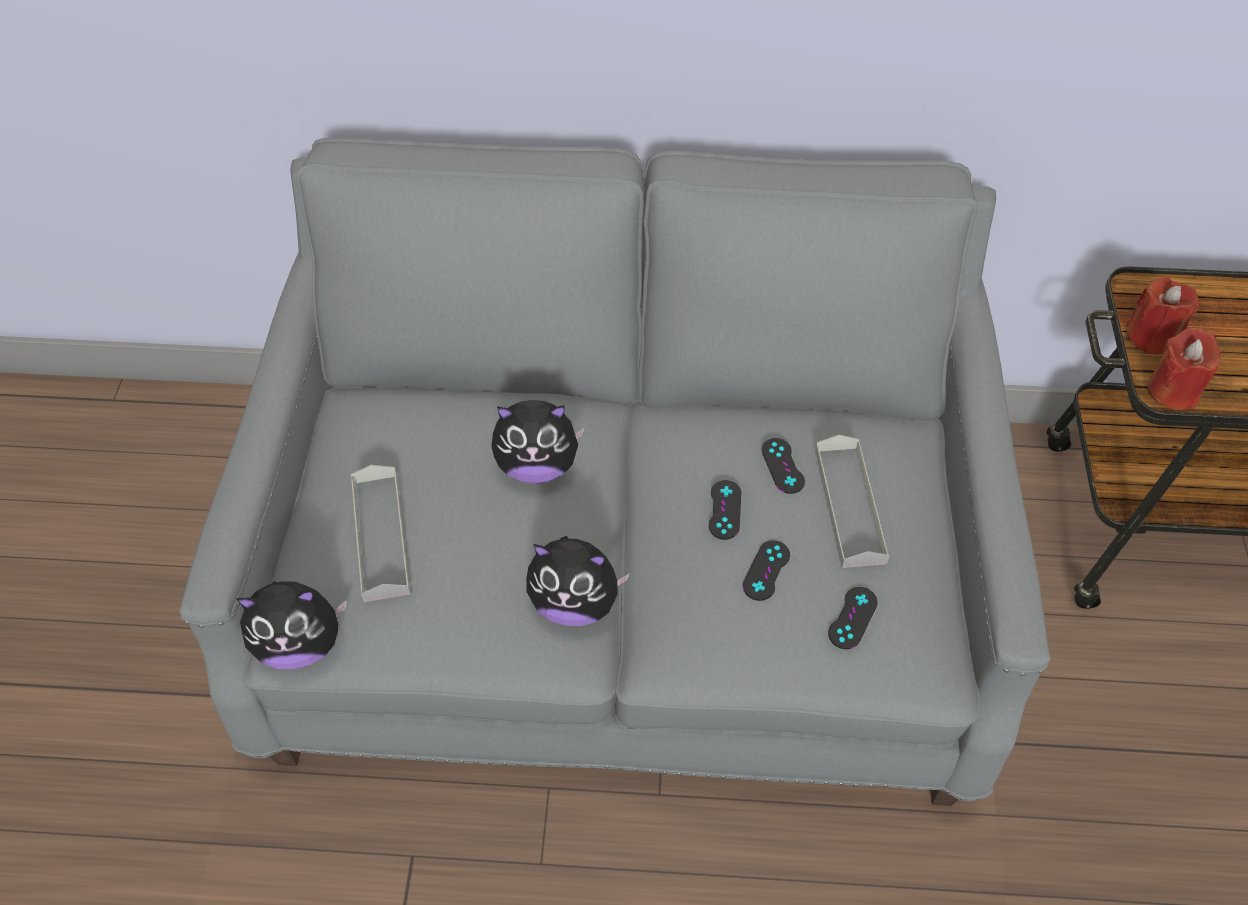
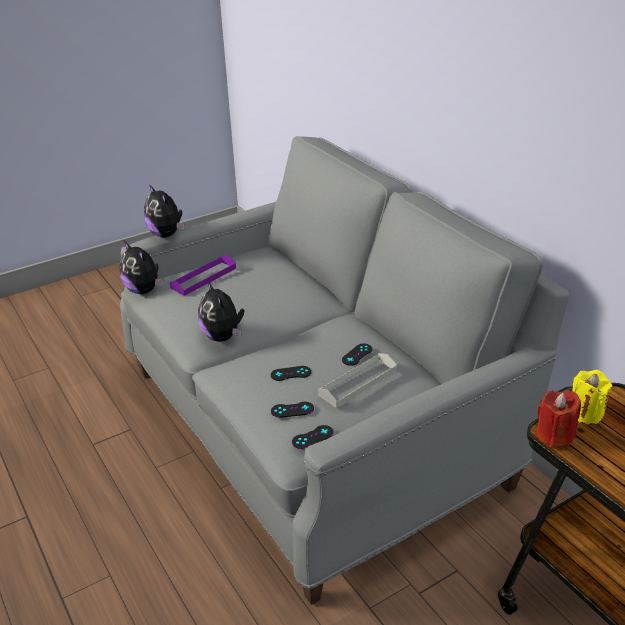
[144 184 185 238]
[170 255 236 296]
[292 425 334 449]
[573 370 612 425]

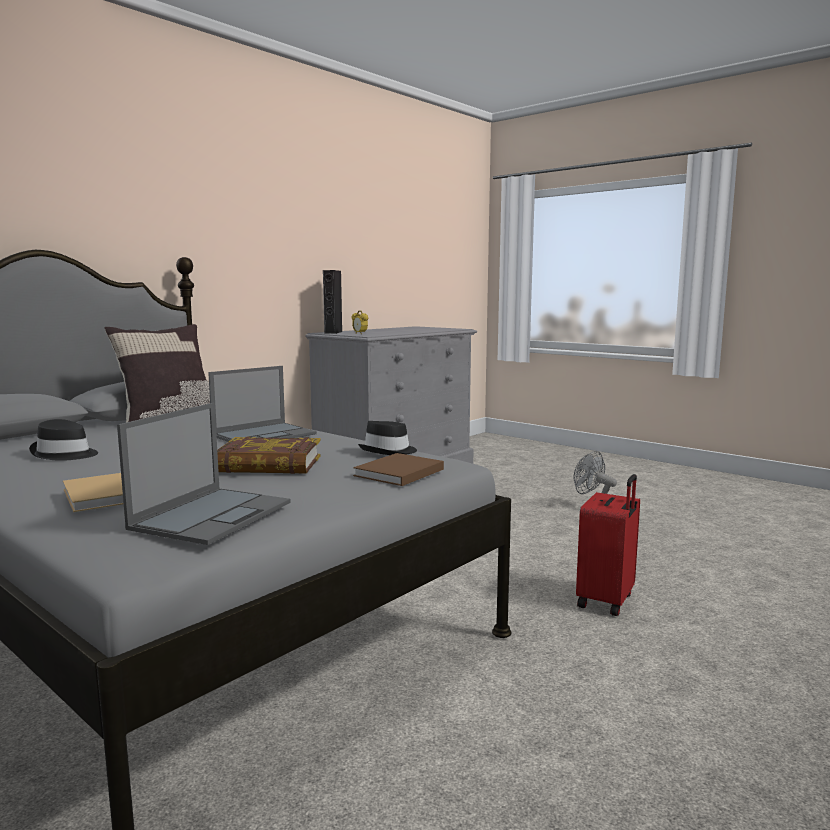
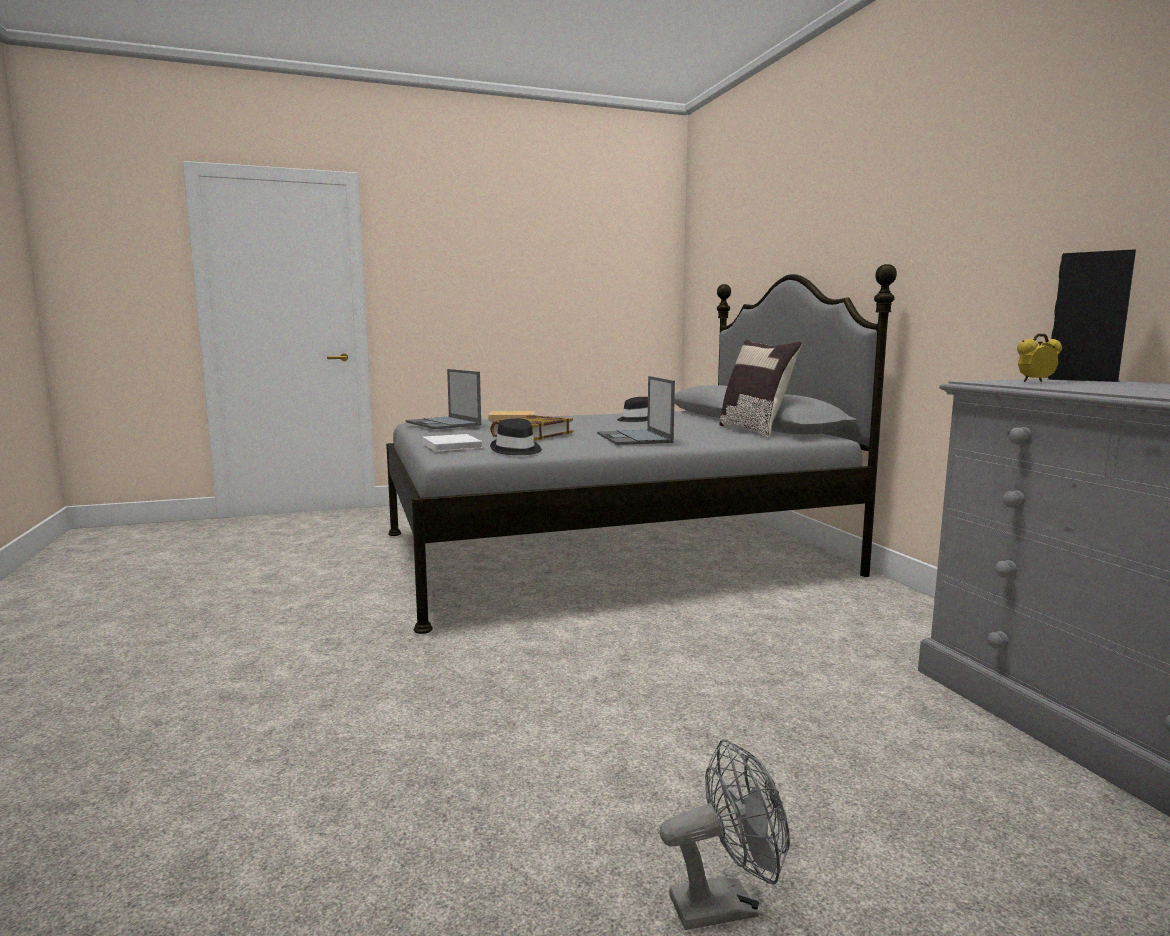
[422 434 483 452]
[576 474 640 616] (first image)

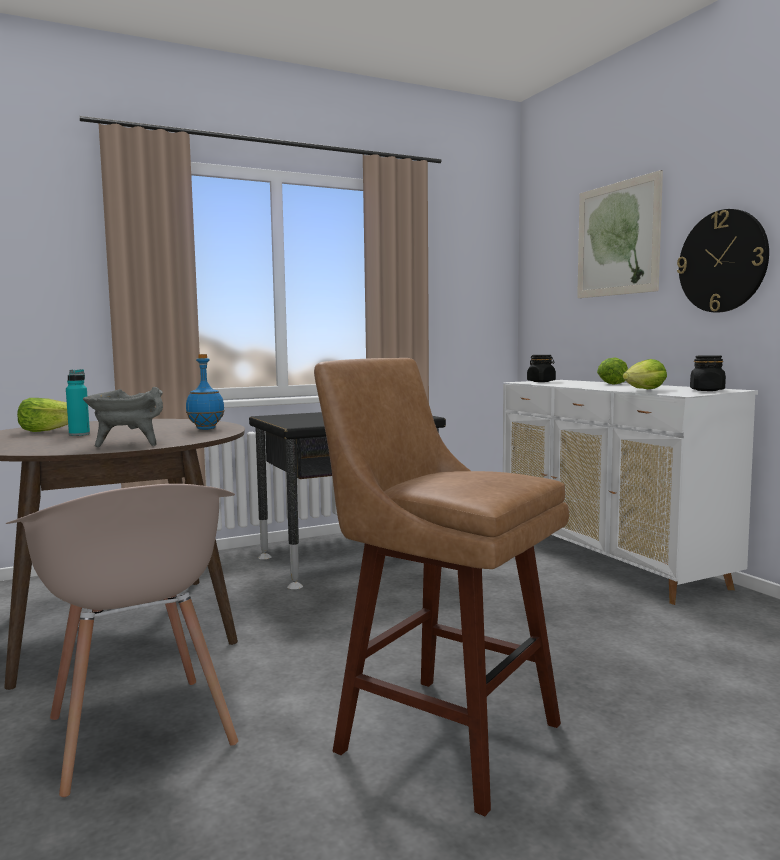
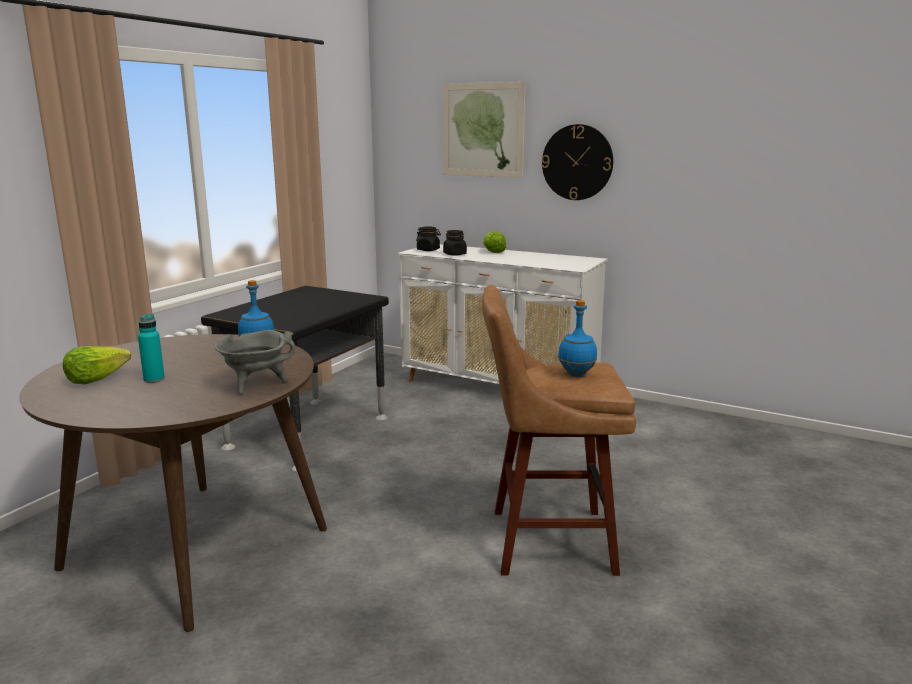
[443 230 467 256]
[558 300 597 377]
[6 484 238 797] (first image)
[623 359 667 389] (first image)

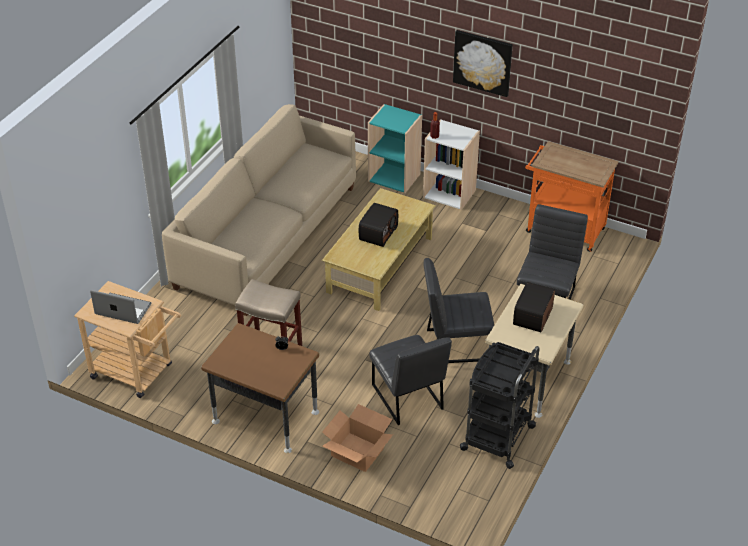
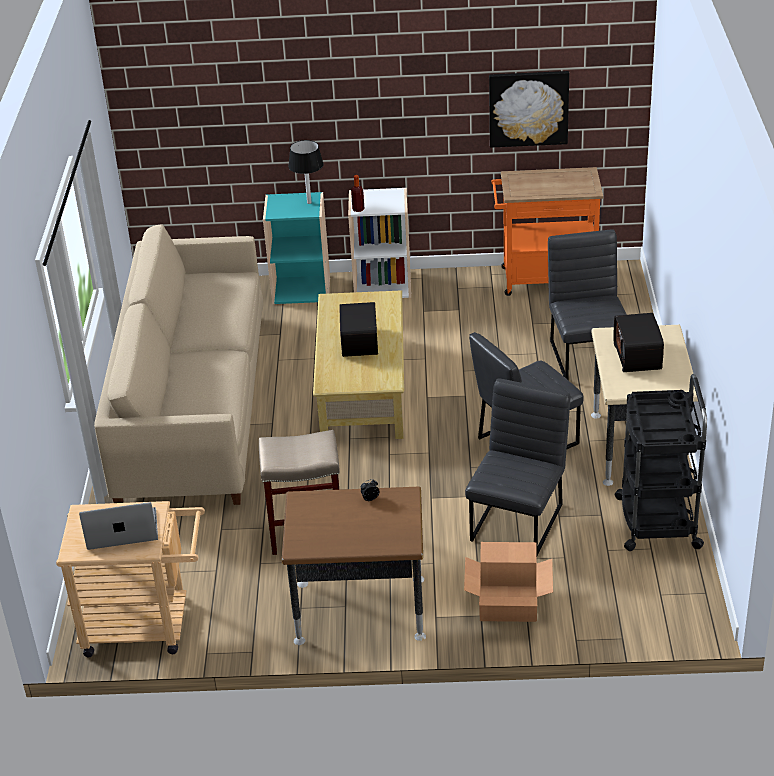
[288 140 324 204]
[465 378 570 555]
[489 71 569 148]

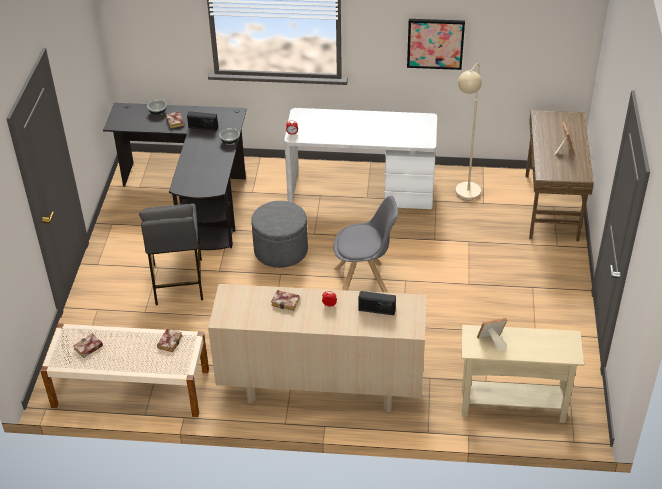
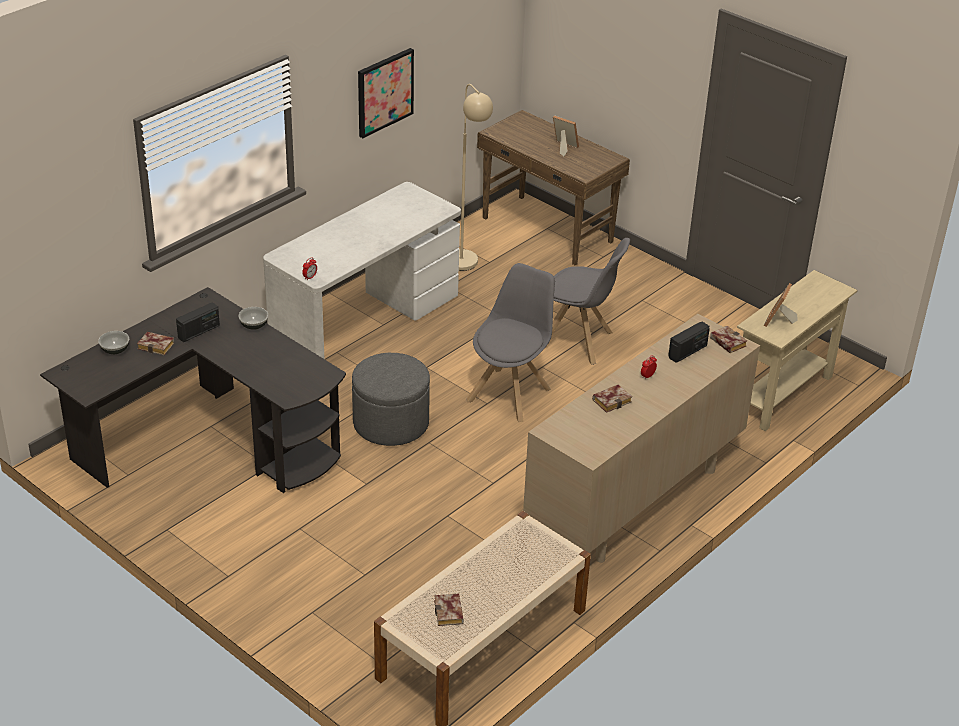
[552 238 630 365]
[710 326 747 353]
[139 203 203 305] (first image)

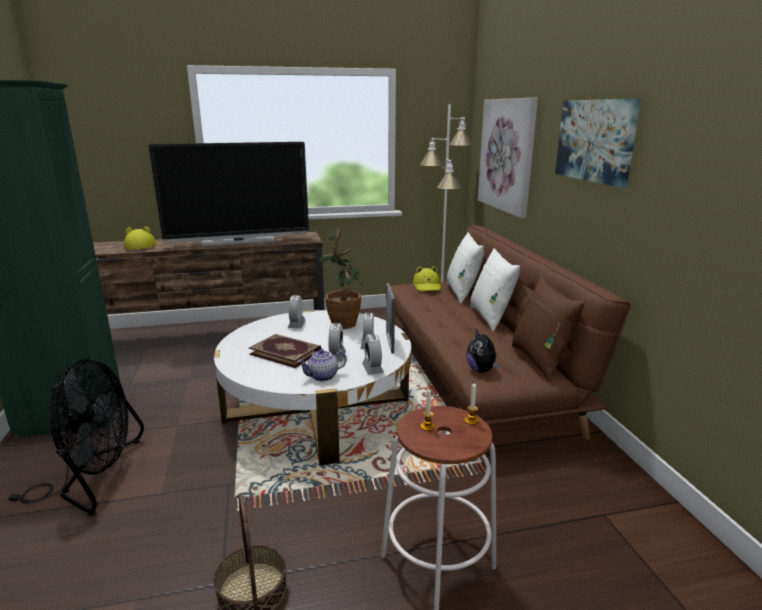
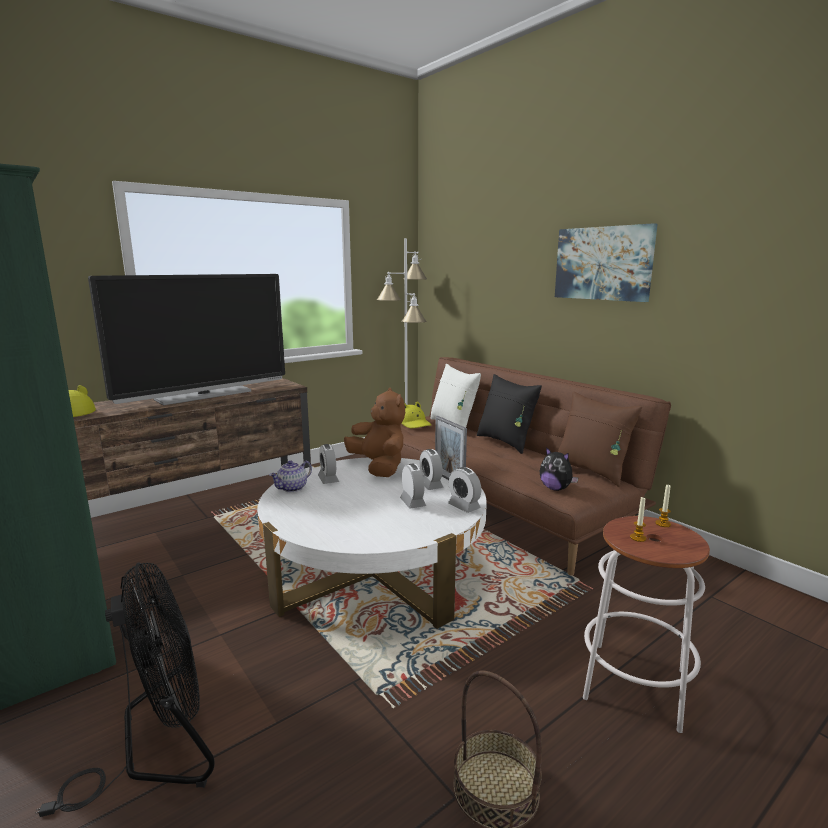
[269 460 312 492]
[344 388 405 477]
[477 374 542 454]
[249 334 322 368] (first image)
[478 98 538 218] (first image)

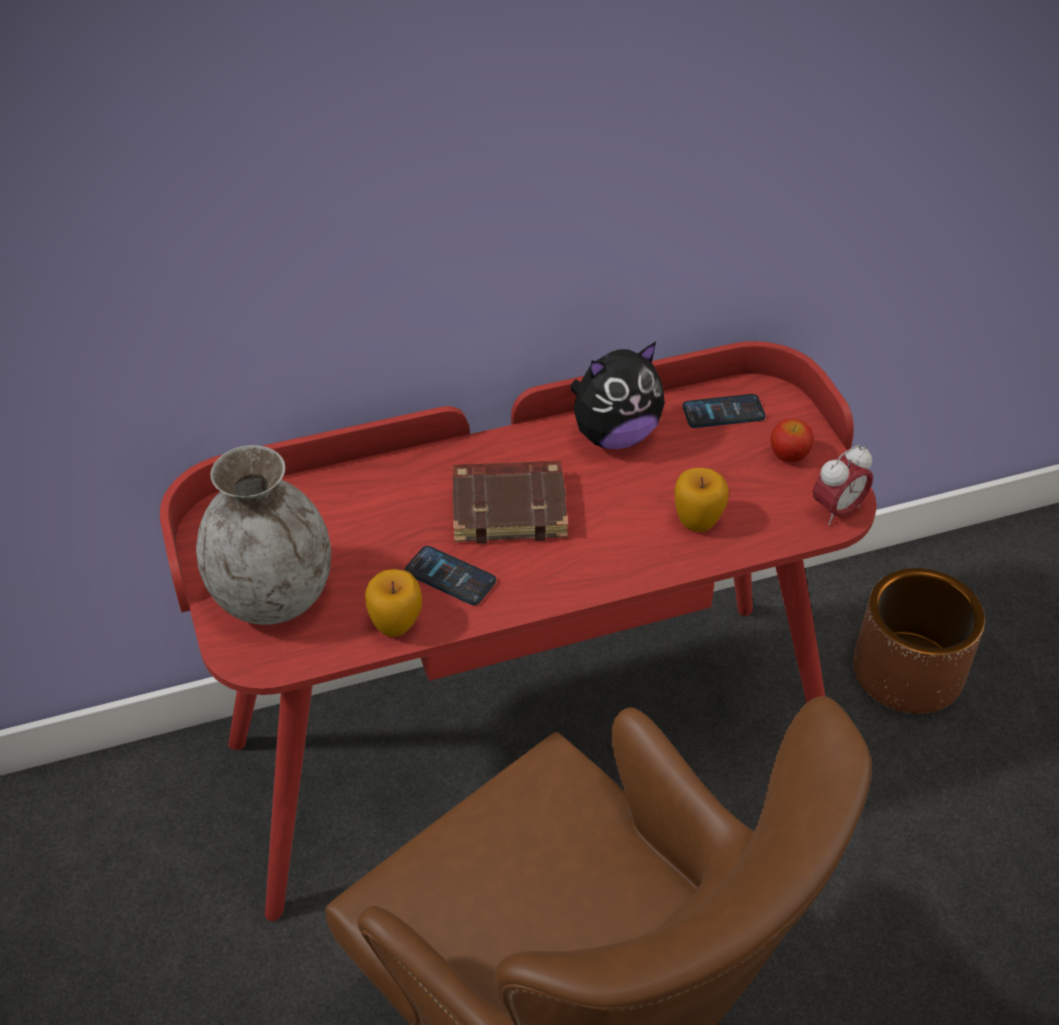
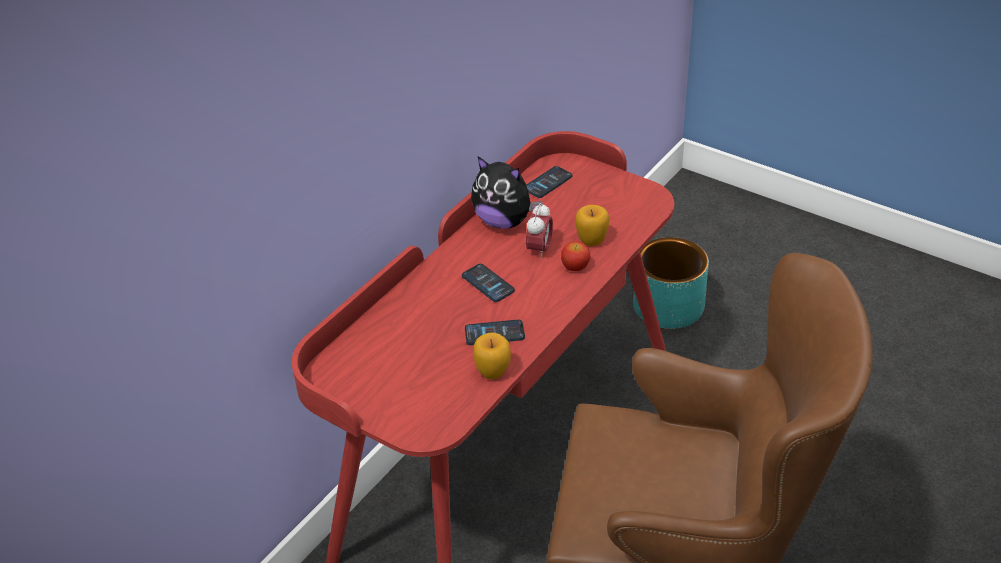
[462 264 515 302]
[471 156 541 229]
[526 202 553 259]
[561 241 590 271]
[633 237 709 329]
[196 445 331 625] (first image)

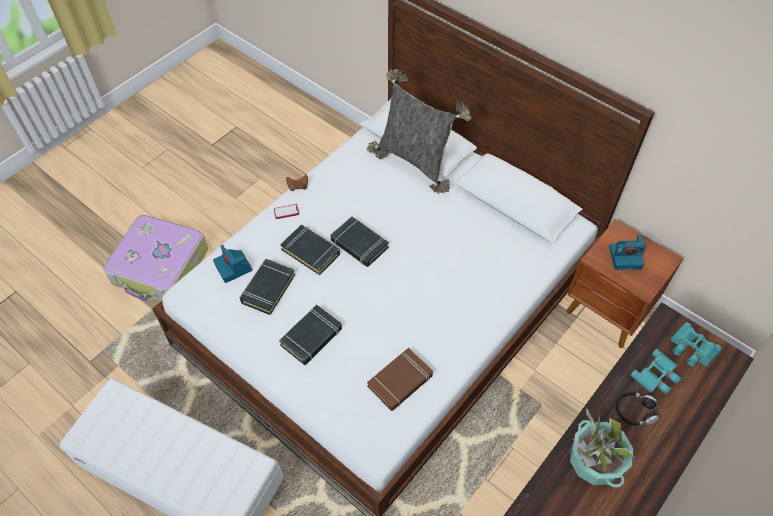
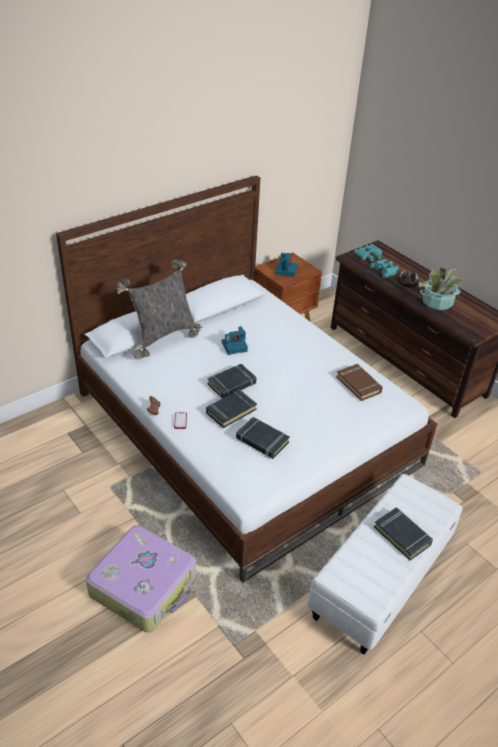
[221 326 248 355]
[374 507 433 561]

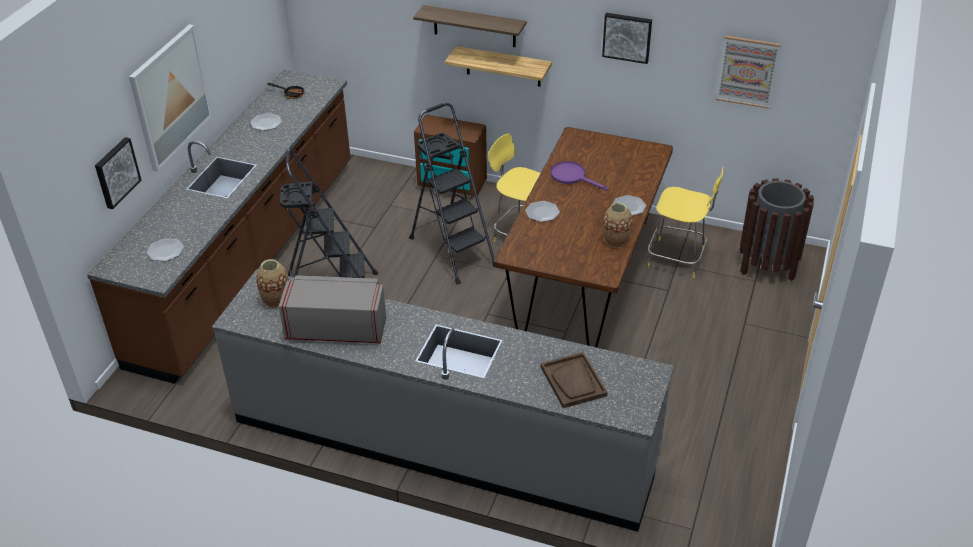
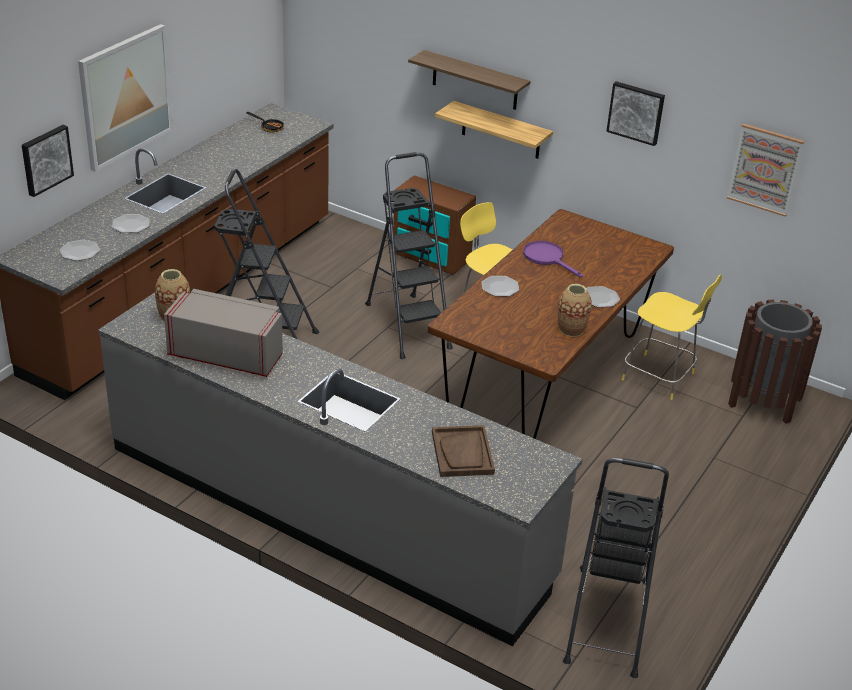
[112 214 150 233]
[563 458 669 678]

